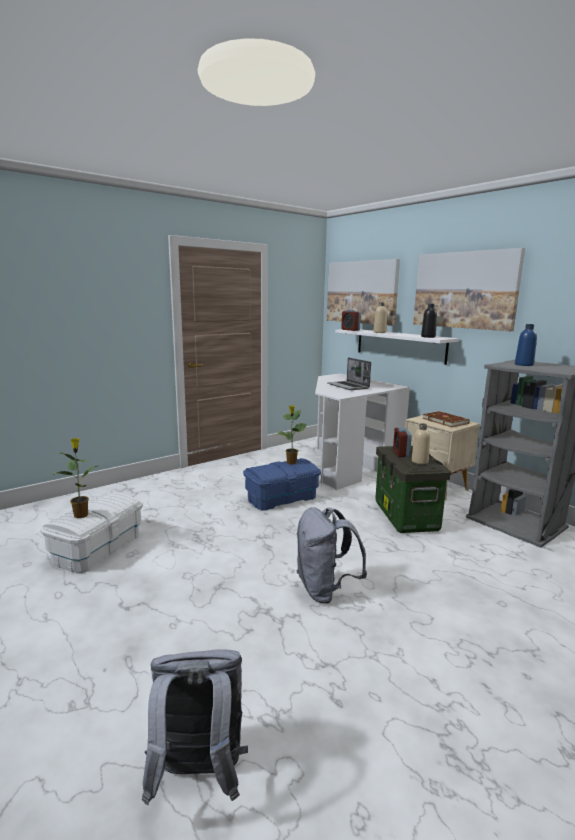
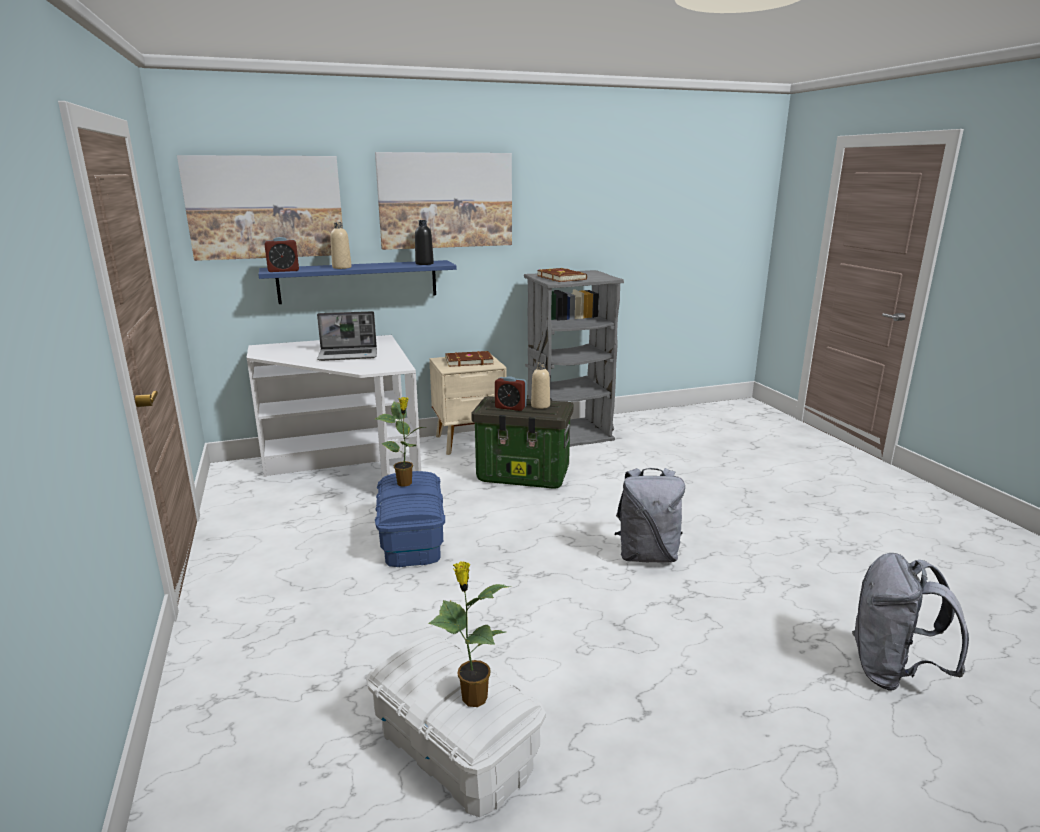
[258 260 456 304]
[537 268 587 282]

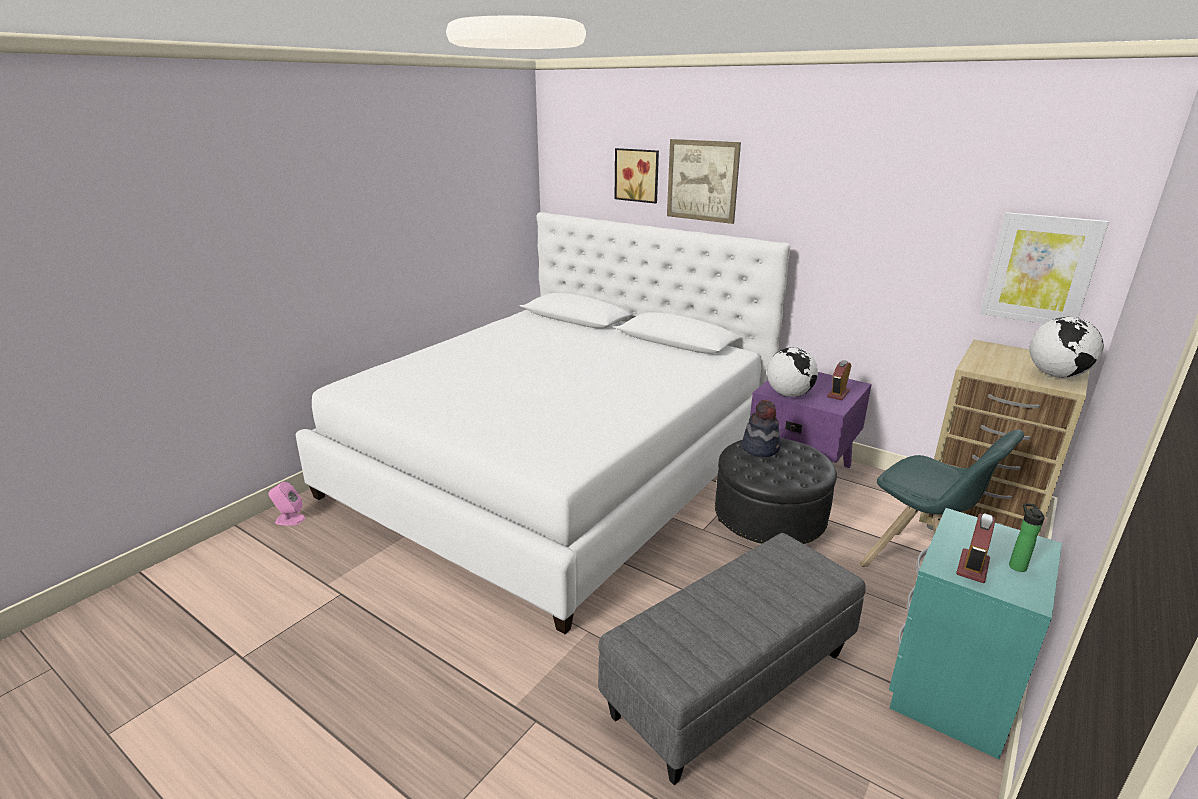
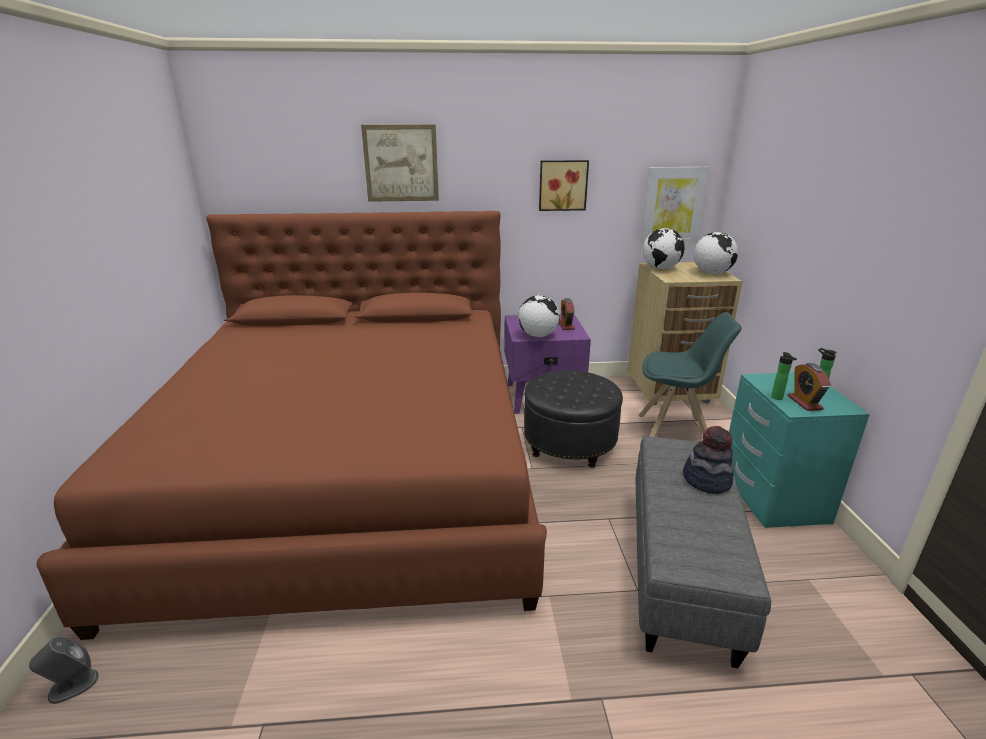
[29 637 99 704]
[36 211 547 640]
[539 160 589 211]
[643 228 685 269]
[683 426 734 494]
[771 352 797 400]

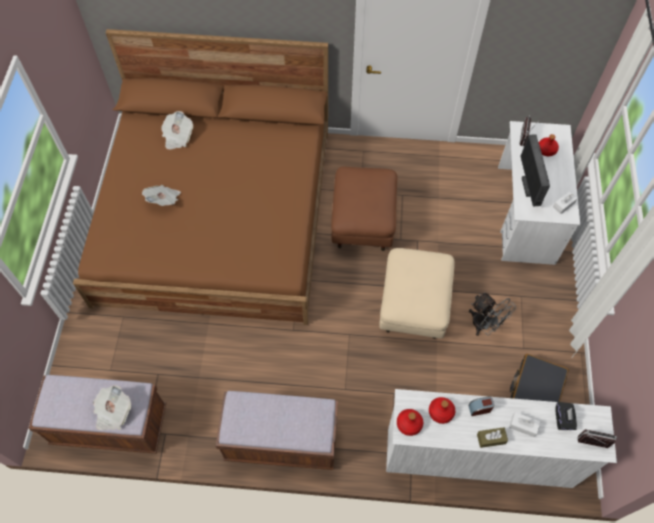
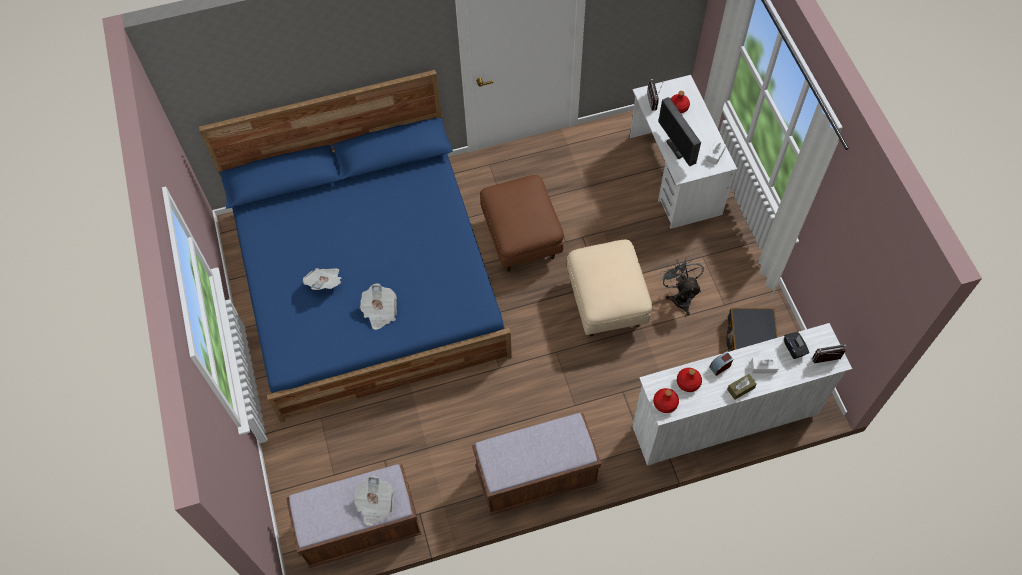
[199 70 512 422]
[360 283 397 330]
[660 256 704 316]

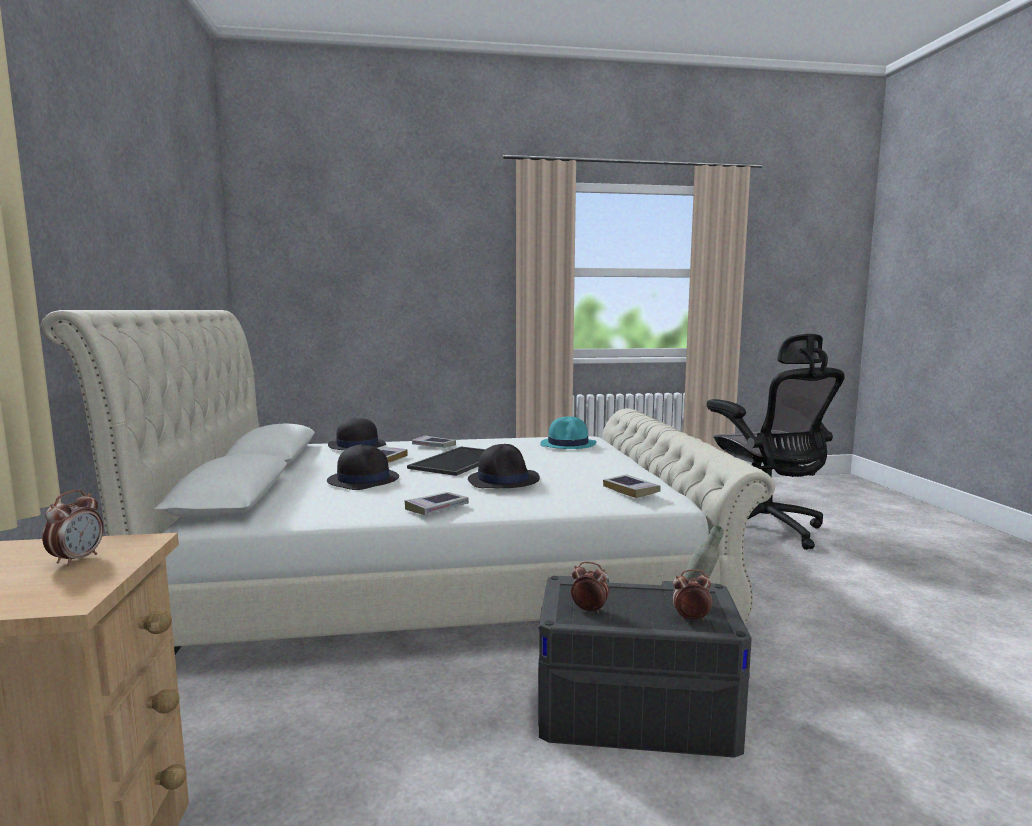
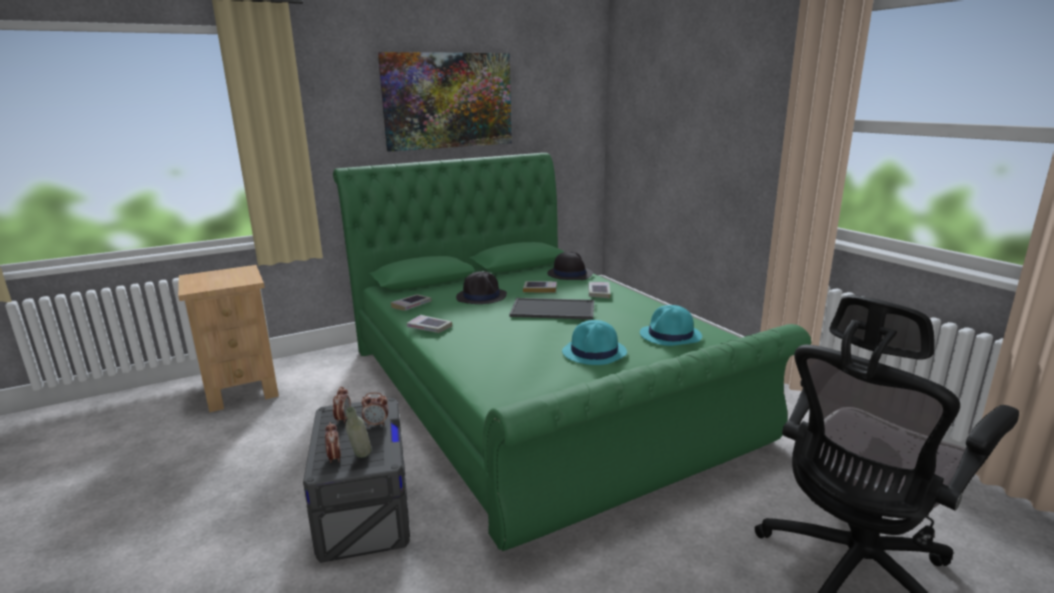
[333 153 811 551]
[361 392 388 426]
[378 52 512 152]
[391 294 432 311]
[562 320 627 365]
[468 444 540 488] (first image)

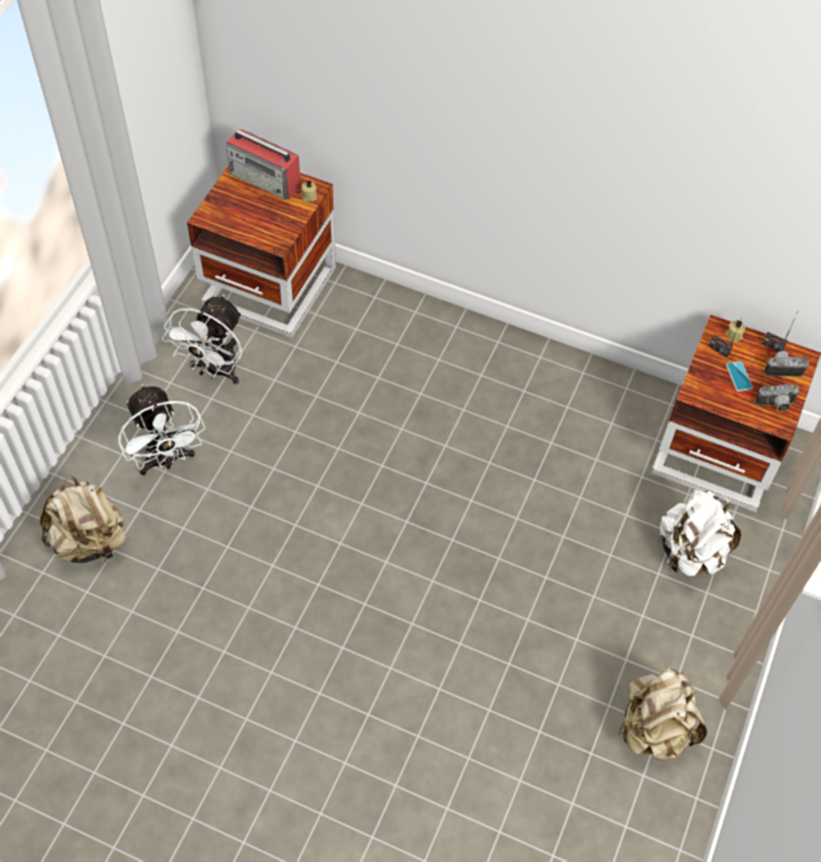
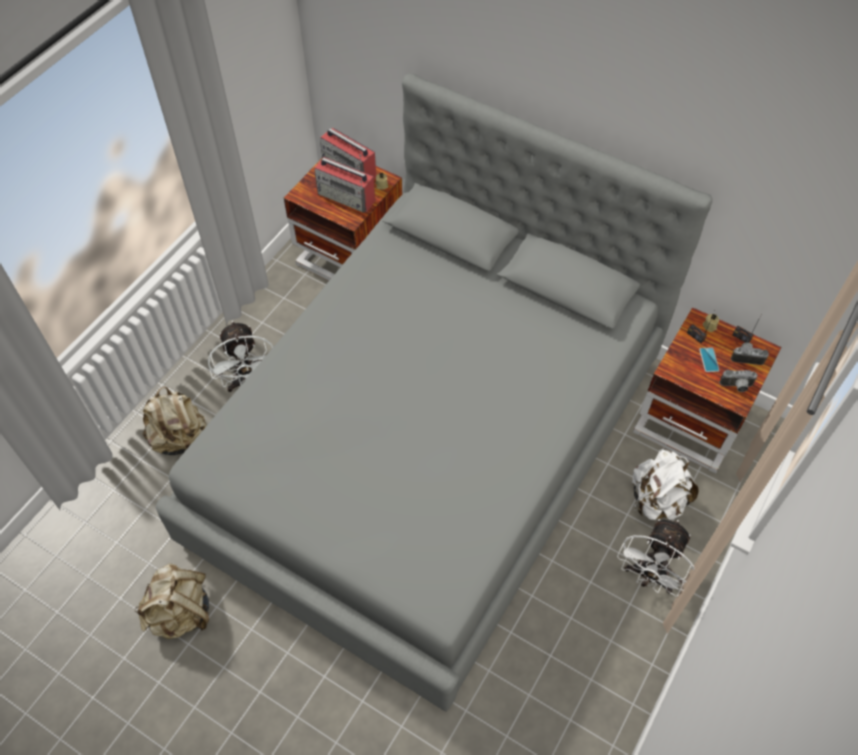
[135 563 209 639]
[155 74 712 712]
[315 157 375 213]
[617 519 694 597]

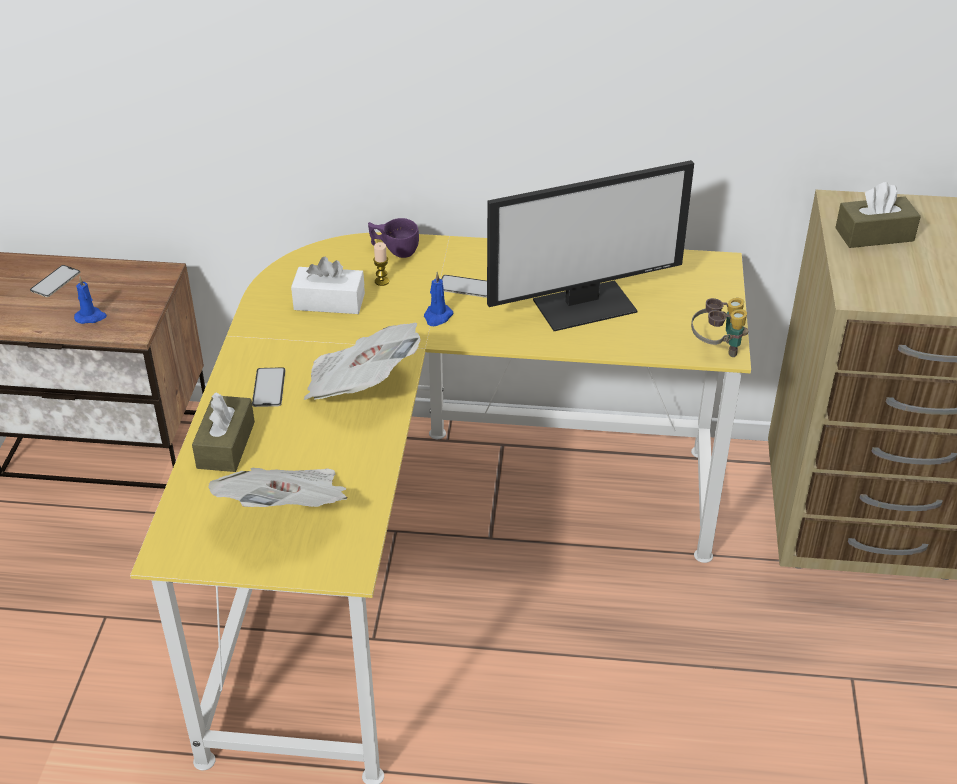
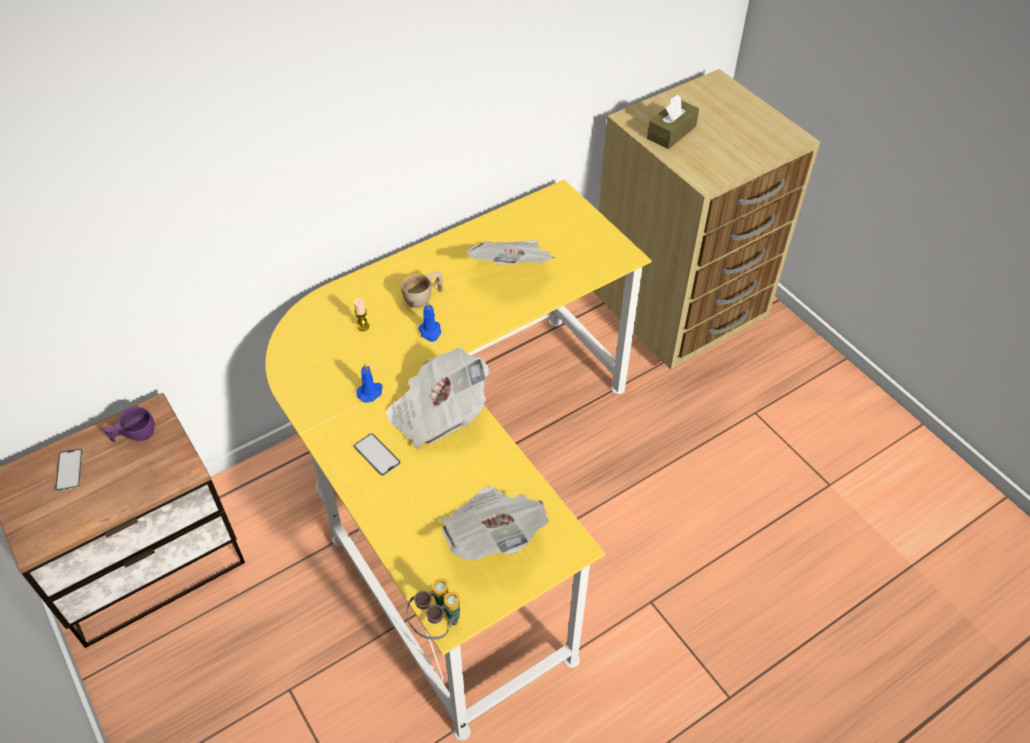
[104 407 155 442]
[356 363 383 403]
[401 271 444 308]
[406 578 460 640]
[467 240 555 265]
[192 392 255 472] (first image)
[291 257 365 314] (first image)

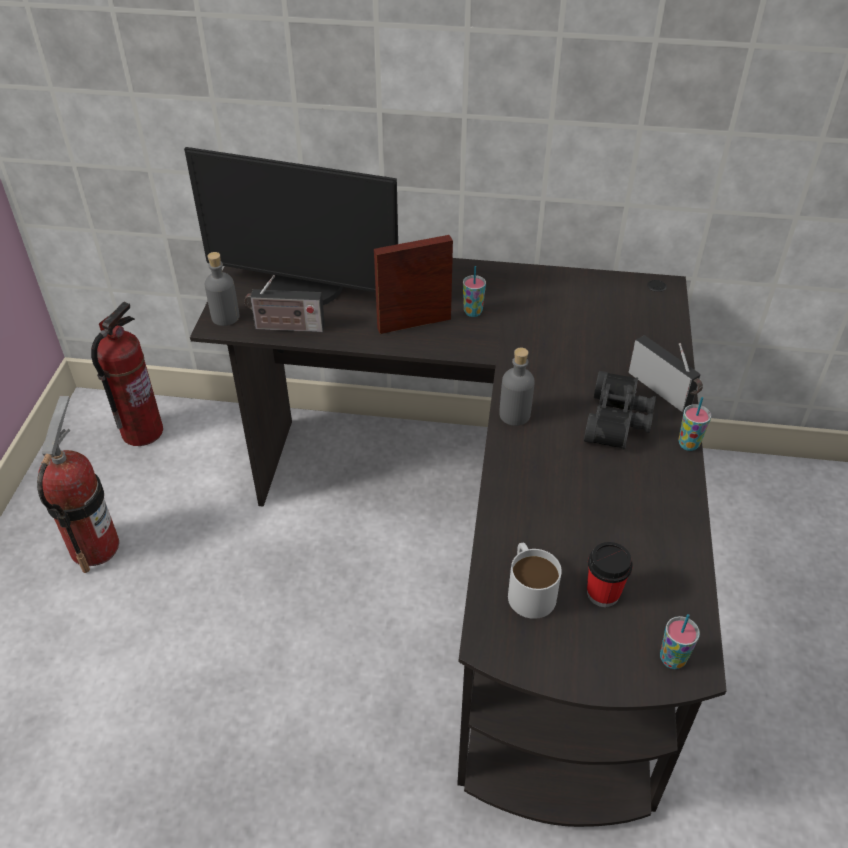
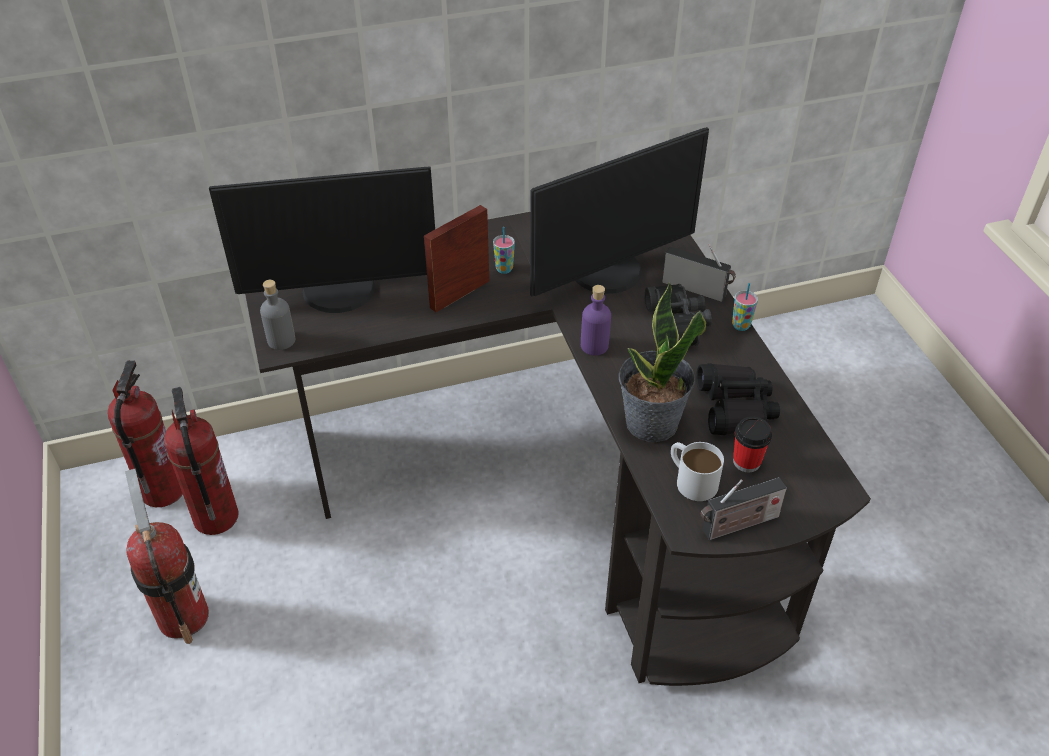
[164 387 239 535]
[530 127 709 296]
[581 285 611 356]
[619 281 706 442]
[696 363 780 435]
[701 477 787 540]
[660 614 700 669] (first image)

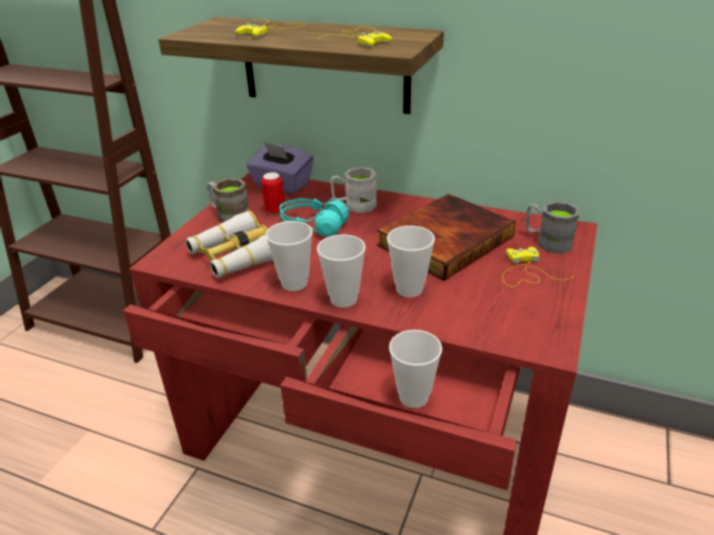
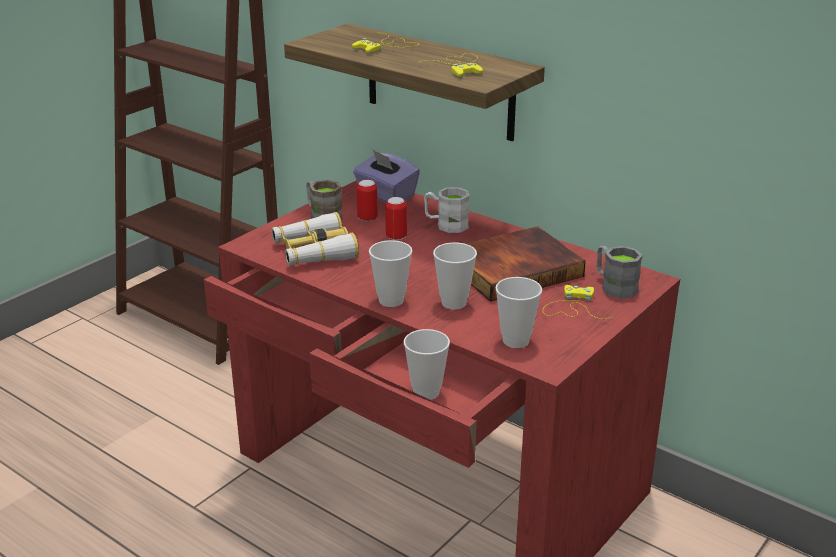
[385 197 407 241]
[495 277 542 348]

